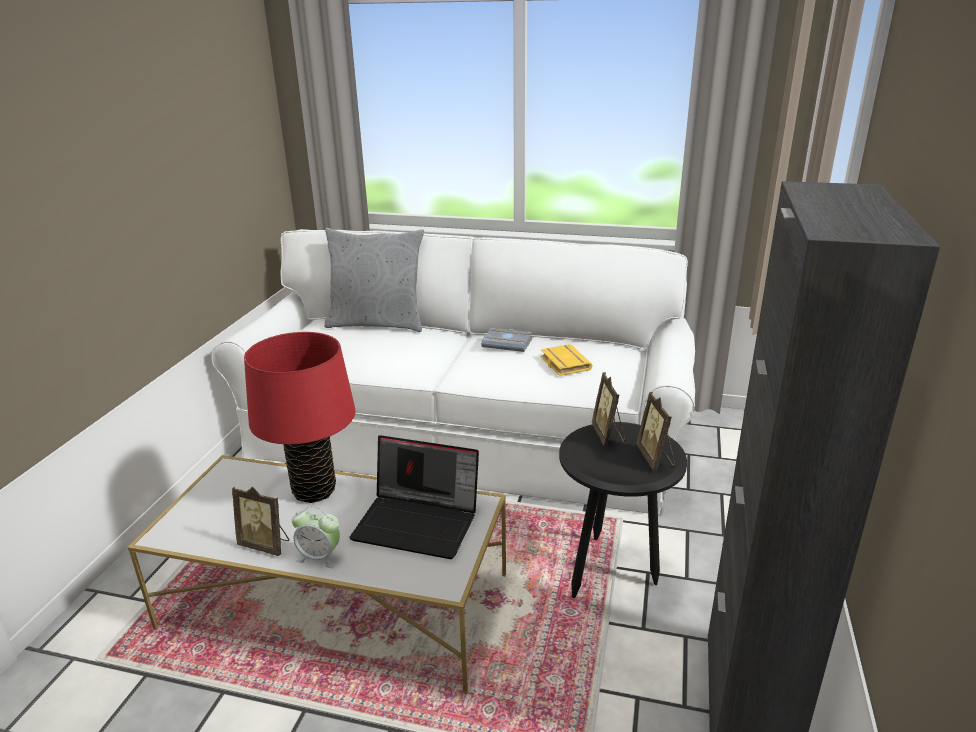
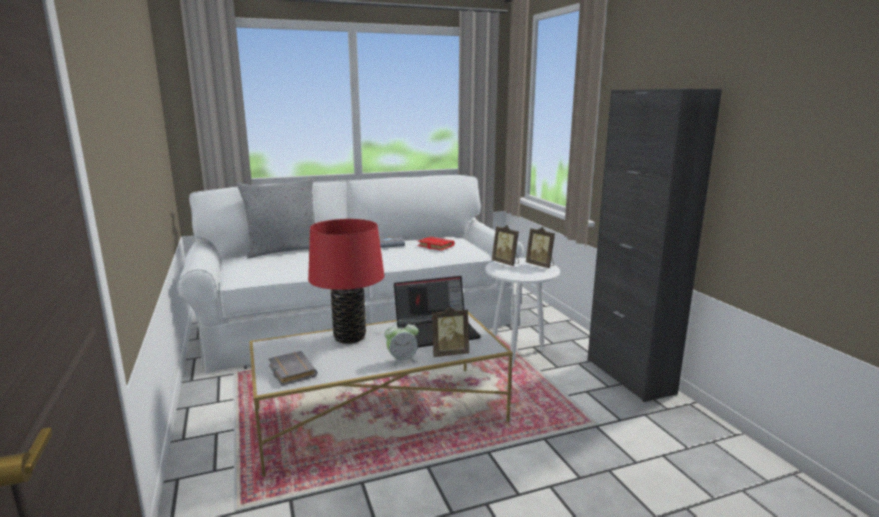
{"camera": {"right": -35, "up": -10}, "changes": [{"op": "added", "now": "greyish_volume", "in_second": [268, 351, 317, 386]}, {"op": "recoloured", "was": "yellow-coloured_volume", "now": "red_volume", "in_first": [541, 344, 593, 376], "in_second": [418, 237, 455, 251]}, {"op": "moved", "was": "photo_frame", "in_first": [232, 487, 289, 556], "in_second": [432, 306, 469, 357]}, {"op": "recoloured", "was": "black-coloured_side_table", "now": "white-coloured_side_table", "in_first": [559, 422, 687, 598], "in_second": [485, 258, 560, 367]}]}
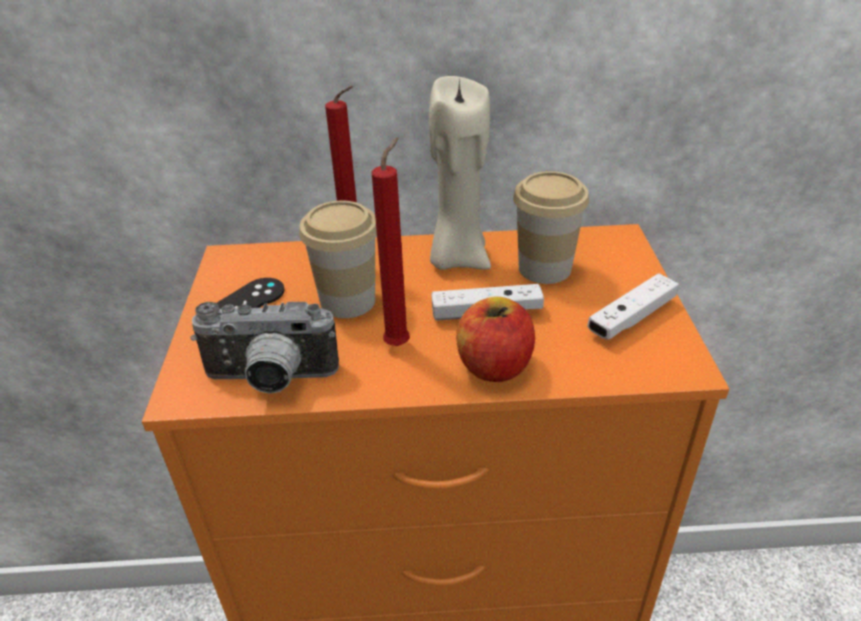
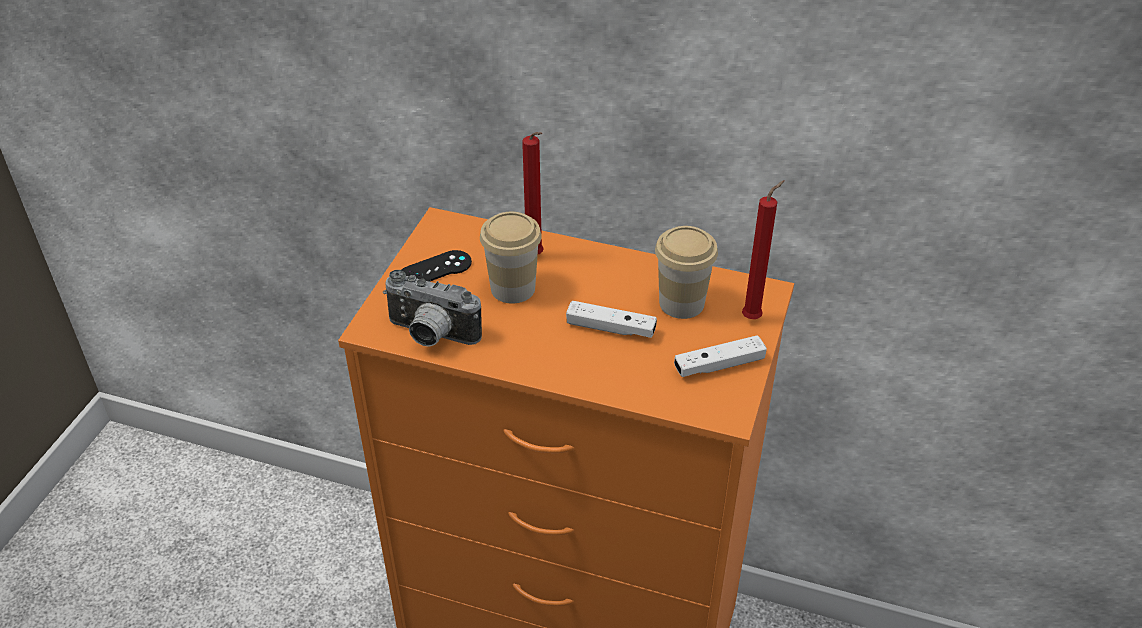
{"camera": {"right": 20, "up": 5}, "changes": [{"op": "moved", "was": "red_wax_candle", "in_first": [371, 137, 410, 346], "in_second": [742, 180, 785, 319]}, {"op": "removed", "was": "beige-coloured_wax_candle", "in_first": [429, 76, 491, 270]}, {"op": "removed", "was": "apple", "in_first": [456, 297, 535, 382]}]}
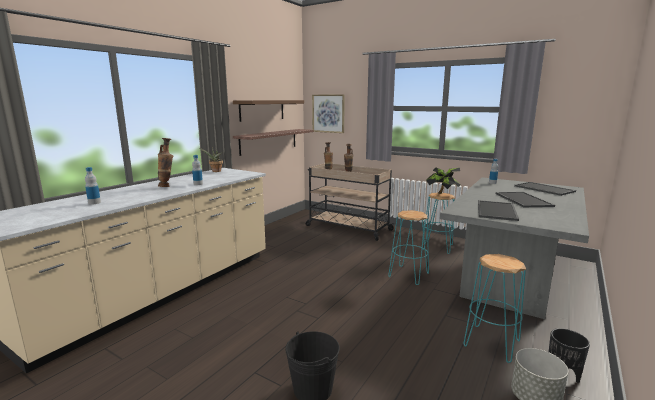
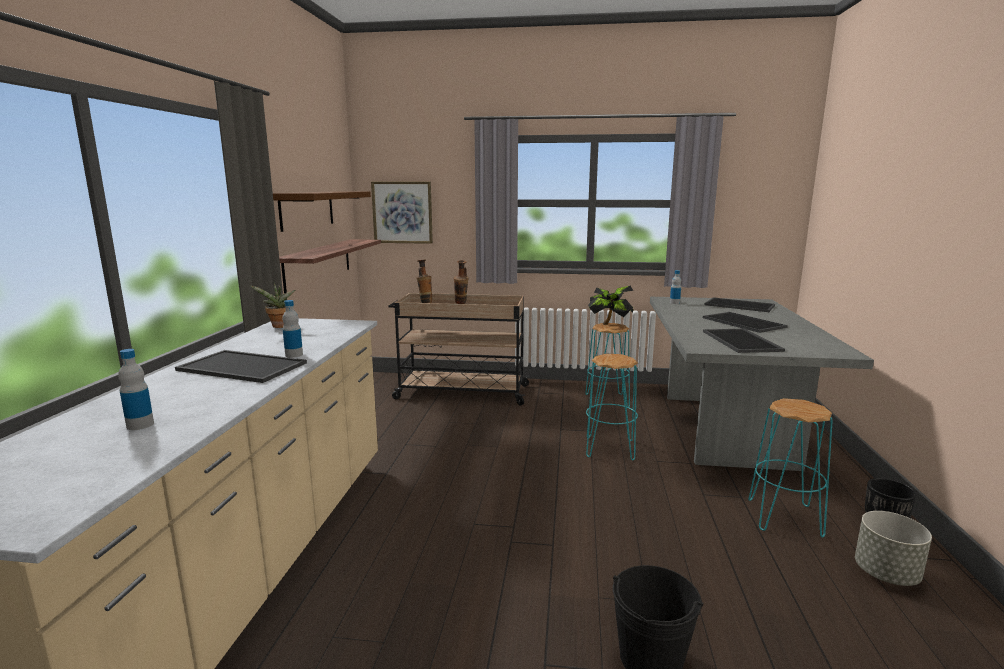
{"camera": {"right": -25, "up": 0}, "changes": [{"op": "replaced", "was": "decorative_vase", "now": "tray", "in_first": [158, 138, 173, 187], "in_second": [175, 350, 307, 383]}]}
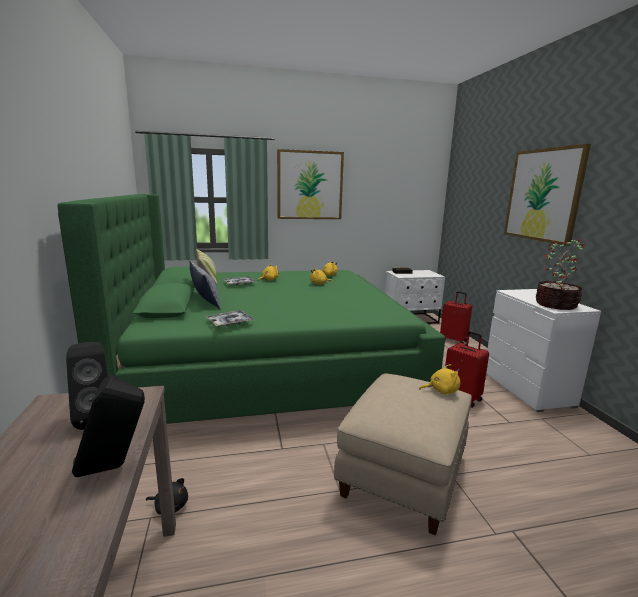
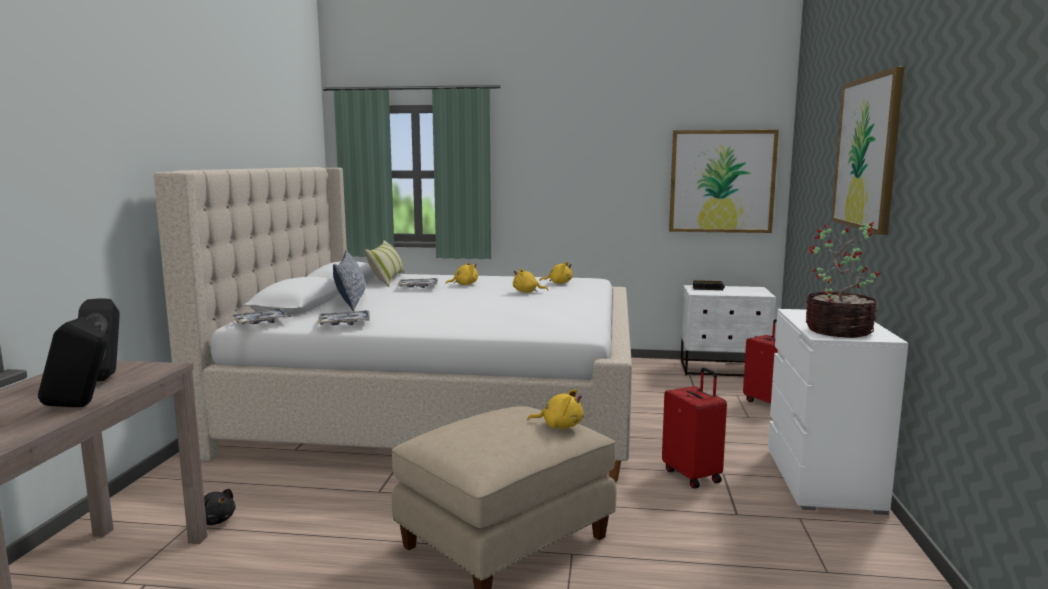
{"camera": {"right": 20, "up": -5}, "changes": [{"op": "recoloured", "was": "greenish_sleeping_bed", "now": "beige-coloured_sleeping_bed", "in_first": [57, 194, 445, 424], "in_second": [154, 167, 632, 482]}, {"op": "added", "now": "tray", "in_second": [232, 308, 292, 324]}, {"op": "moved", "was": "wall_art", "in_first": [277, 149, 344, 219], "in_second": [669, 130, 779, 233]}]}
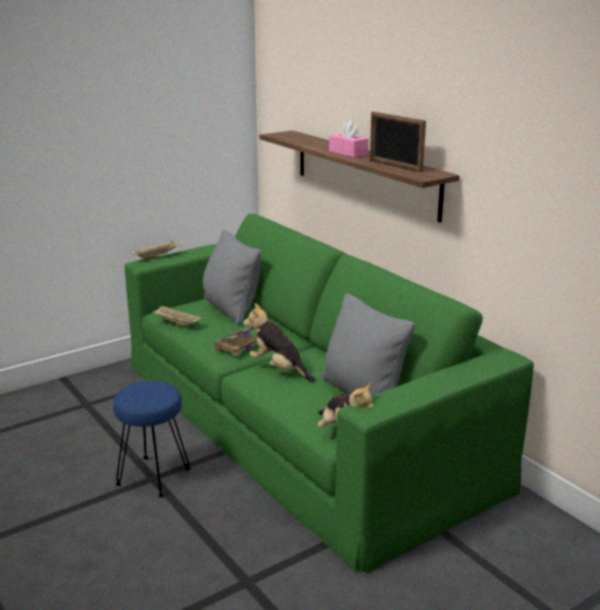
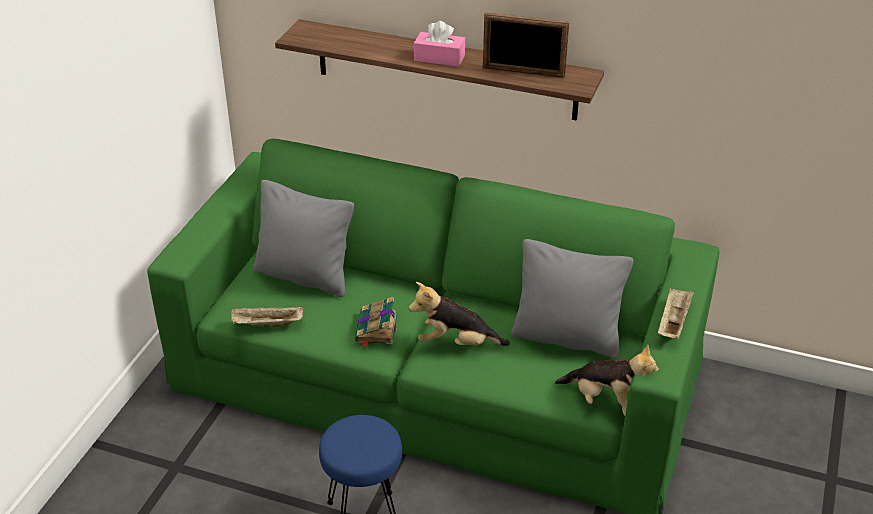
{"camera": {"right": -35, "up": 15}, "changes": [{"op": "moved", "was": "beige-coloured_tray", "in_first": [130, 240, 181, 259], "in_second": [658, 287, 694, 339]}]}
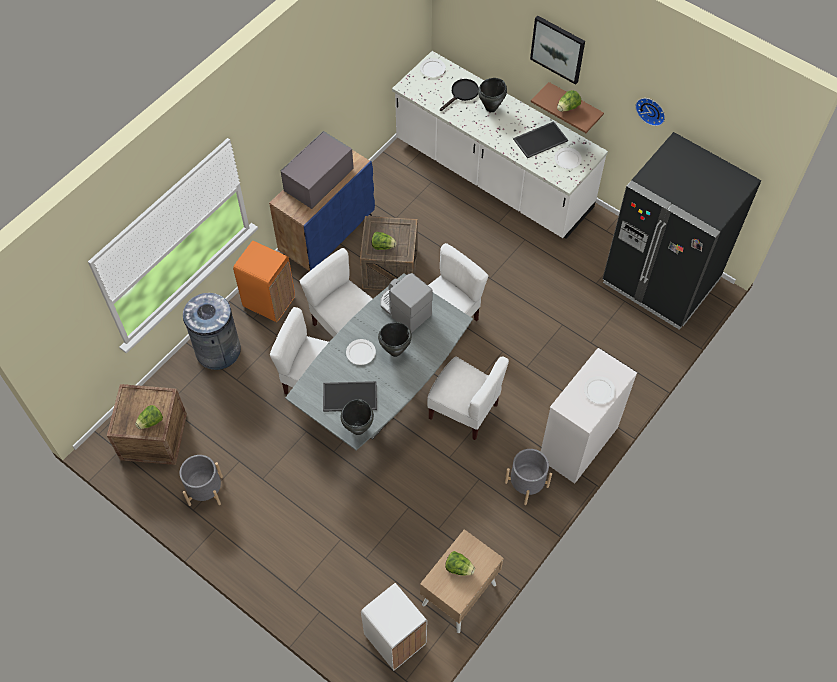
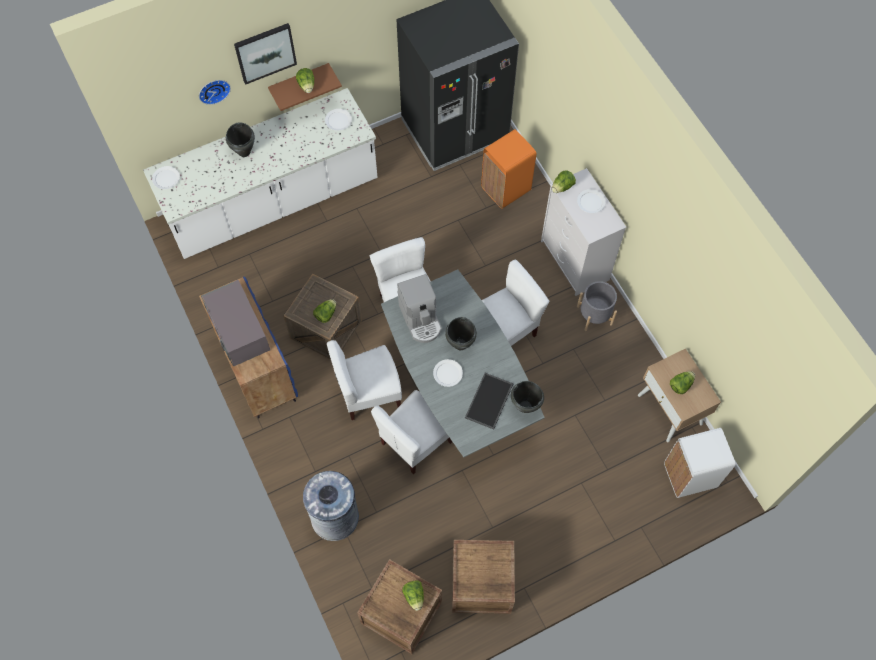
{"camera": {"right": -65, "up": 5}, "changes": [{"op": "moved", "was": "wall_clock", "in_first": [635, 98, 665, 126], "in_second": [199, 80, 231, 105]}, {"op": "turned", "was": "coffee_machine", "in_first": [380, 273, 433, 333], "in_second": [397, 274, 442, 343], "clockwise": -90}, {"op": "replaced", "was": "greyish_flower_pot", "now": "shipping_crate", "in_first": [180, 455, 223, 506], "in_second": [452, 540, 515, 614]}, {"op": "moved", "was": "orange-coloured_rubbish_bin", "in_first": [233, 241, 295, 322], "in_second": [481, 129, 536, 209]}, {"op": "added", "now": "head_of_lettuce", "in_second": [552, 170, 576, 193]}, {"op": "removed", "was": "black-coloured_frying_pan", "in_first": [440, 79, 479, 111]}, {"op": "removed", "was": "tray", "in_first": [513, 121, 568, 158]}]}
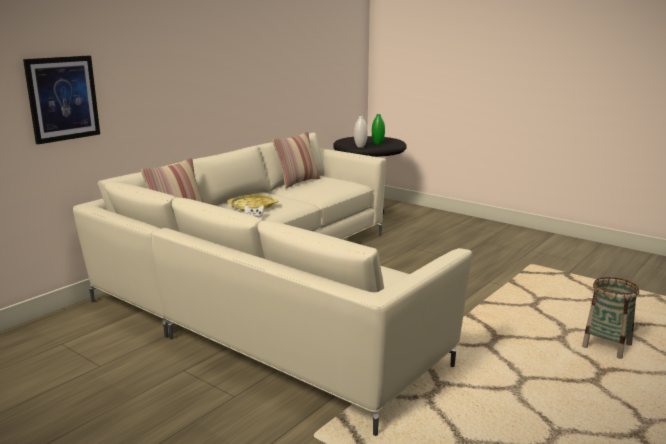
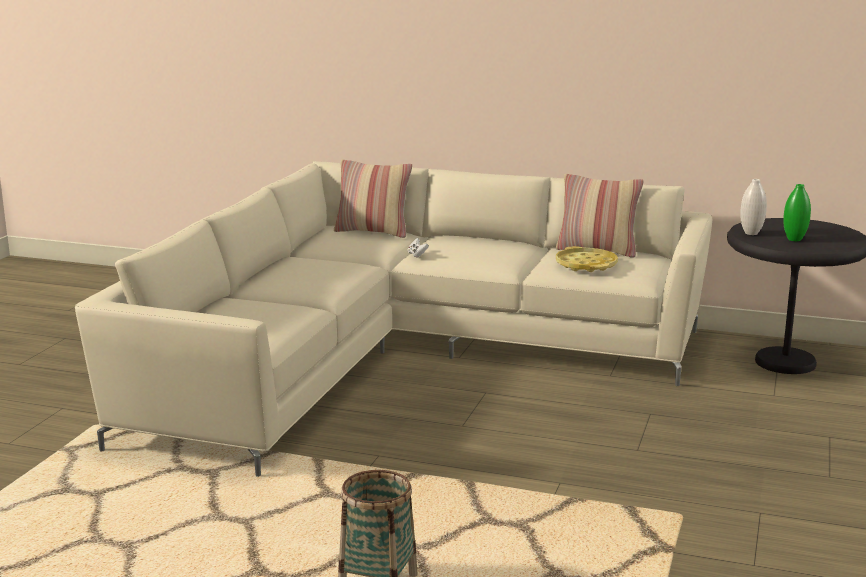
{"camera": {"right": 70, "up": 0}, "changes": [{"op": "moved", "was": "yellow-coloured_tray", "in_first": [227, 195, 279, 211], "in_second": [556, 246, 618, 272]}, {"op": "removed", "was": "wall_art", "in_first": [23, 56, 100, 144]}]}
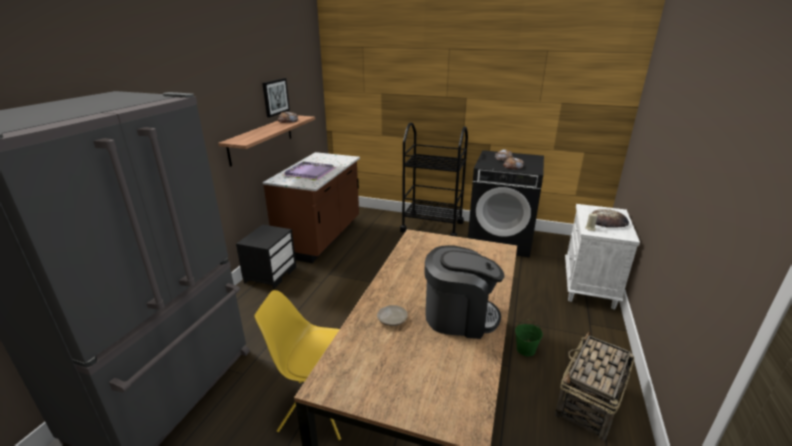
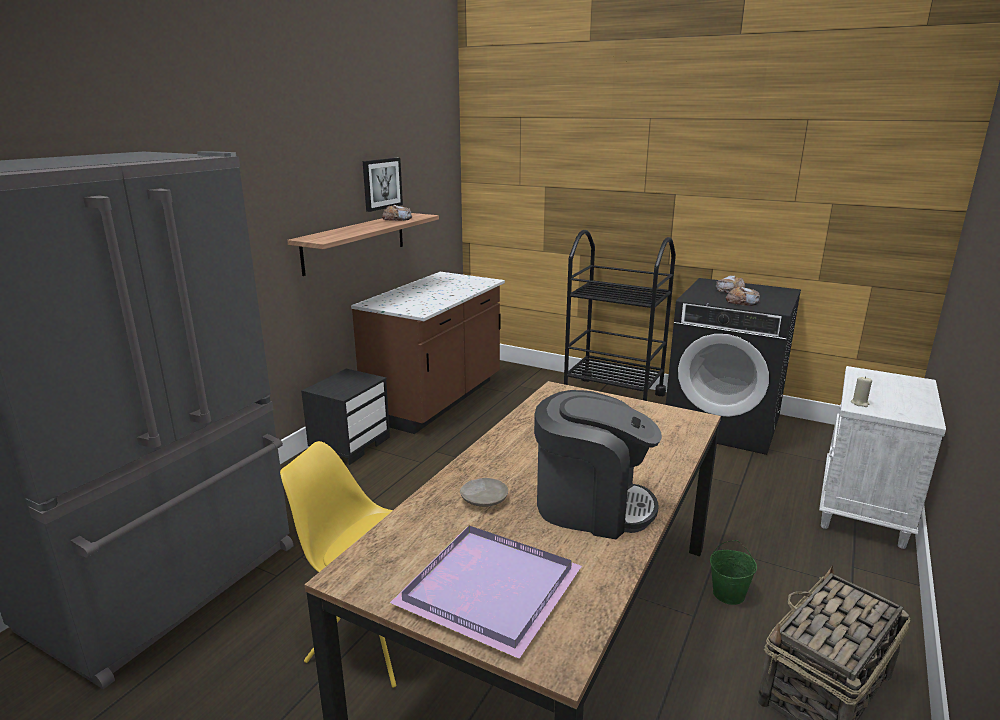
{"camera": {"right": 10, "up": -5}, "changes": [{"op": "moved", "was": "purplish_tray", "in_first": [283, 162, 336, 180], "in_second": [390, 526, 582, 659]}, {"op": "removed", "was": "baked_bread", "in_first": [592, 209, 629, 228]}]}
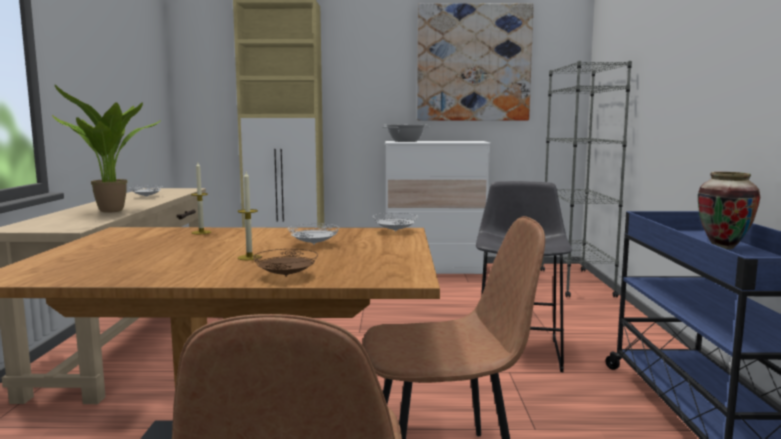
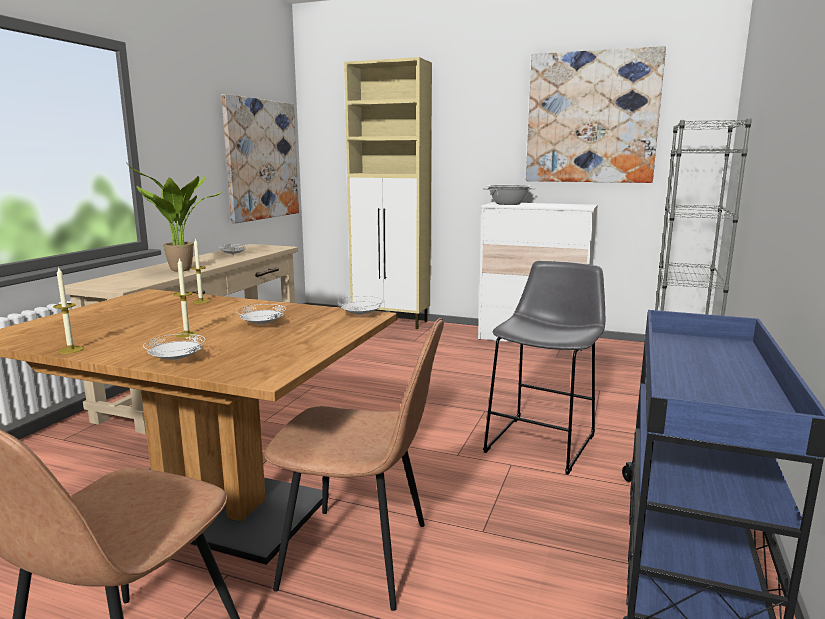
{"camera": {"right": 20, "up": 5}, "changes": [{"op": "added", "now": "wax_candle", "in_second": [53, 266, 84, 354]}, {"op": "recoloured", "was": "brown_flat_dish", "now": "white-coloured_flat_dish", "in_first": [253, 249, 318, 277], "in_second": [143, 334, 205, 361]}, {"op": "added", "now": "wall_art", "in_second": [222, 94, 299, 223]}, {"op": "removed", "was": "decorative_vase", "in_first": [698, 172, 760, 249]}]}
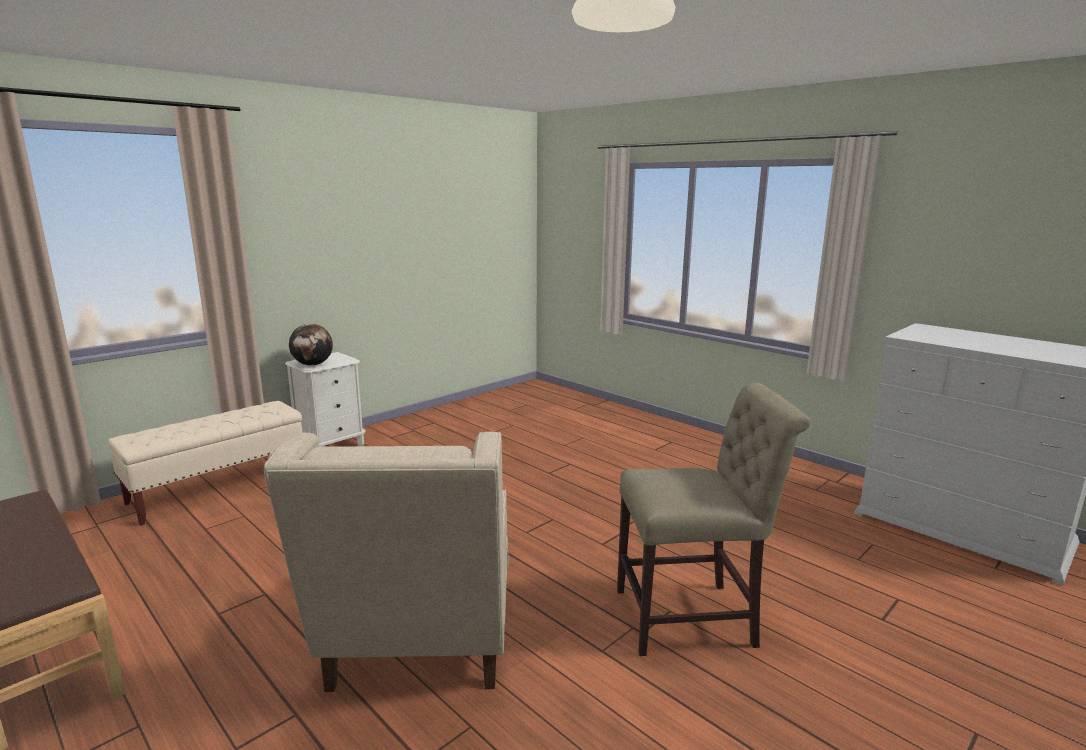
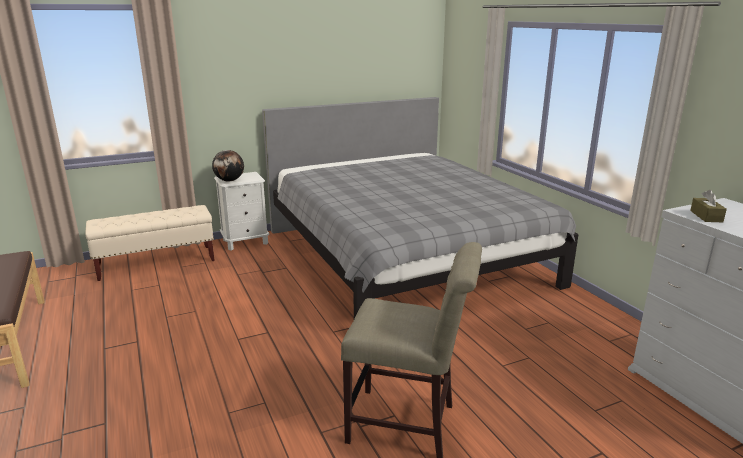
{"camera": {"right": 20, "up": 5}, "changes": [{"op": "added", "now": "greyish_sleeping_bed", "in_second": [262, 97, 579, 319]}, {"op": "added", "now": "brown_box_of_tissues", "in_second": [690, 190, 727, 222]}, {"op": "removed", "was": "beige-coloured_armchair", "in_first": [264, 432, 508, 692]}]}
